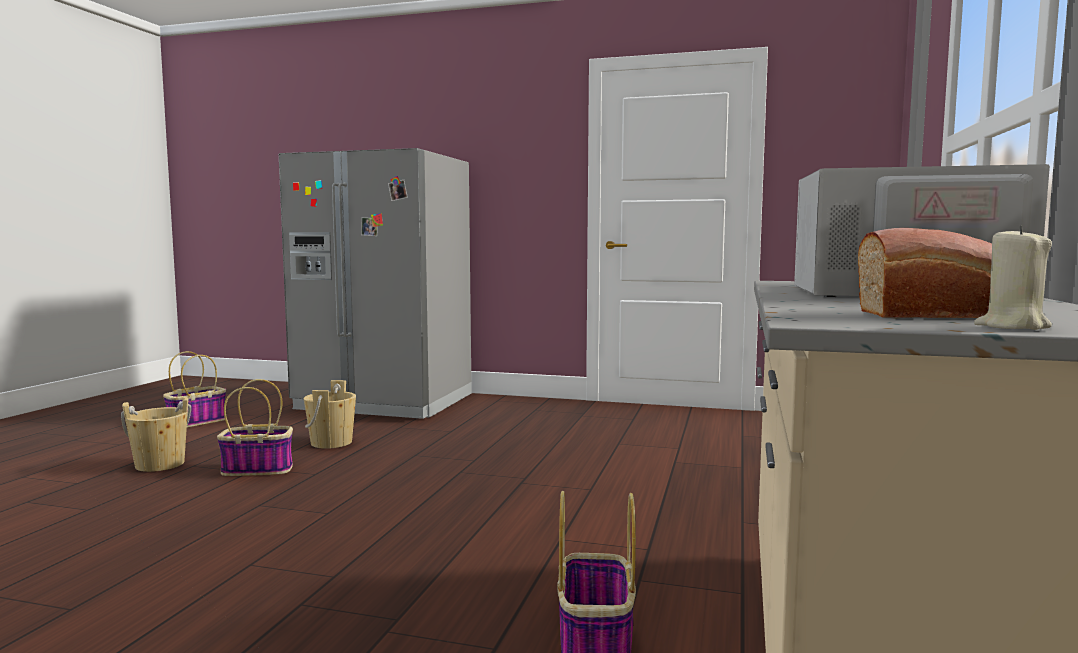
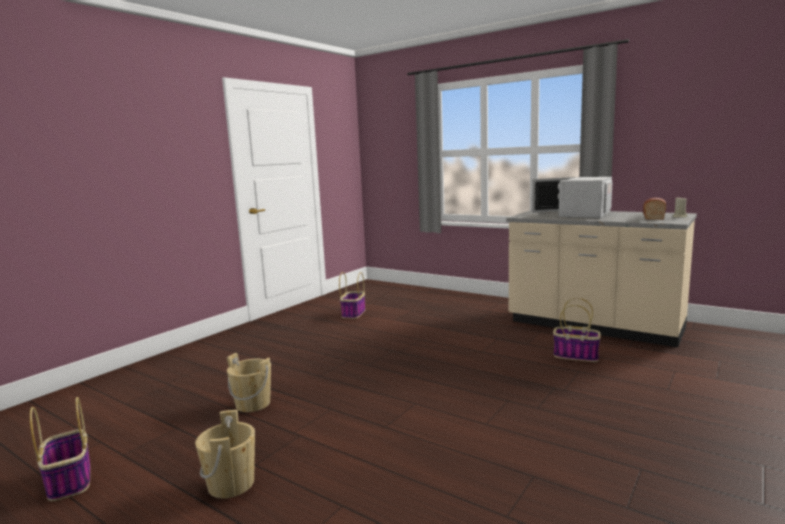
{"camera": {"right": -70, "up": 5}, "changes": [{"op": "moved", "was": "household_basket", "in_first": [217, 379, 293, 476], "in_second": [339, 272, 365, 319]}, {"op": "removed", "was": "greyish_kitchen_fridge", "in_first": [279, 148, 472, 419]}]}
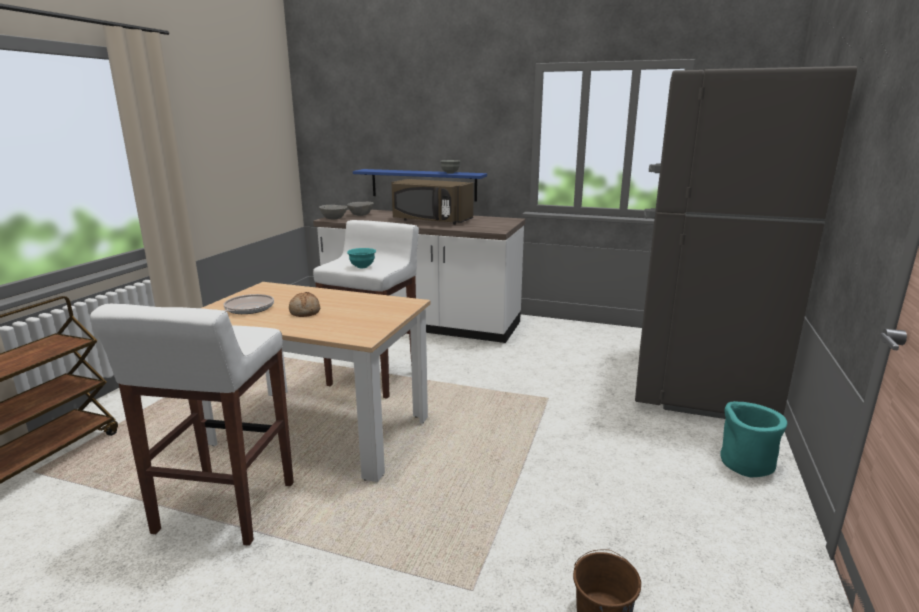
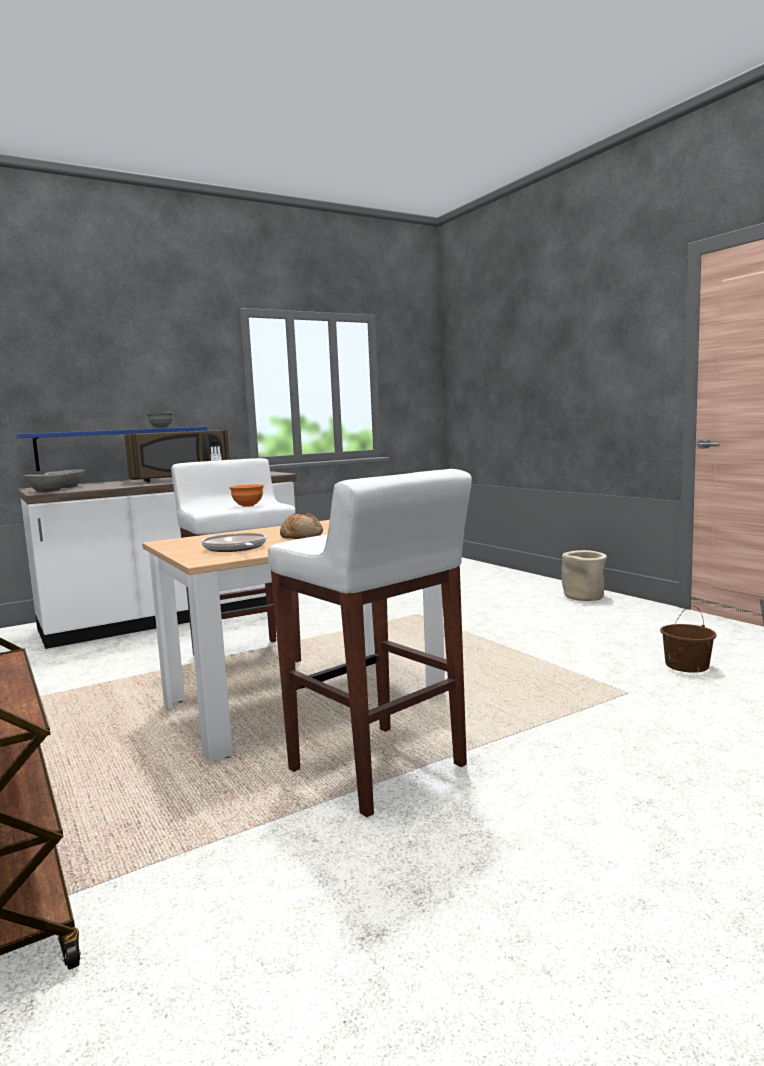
{"camera": {"right": -50, "up": -10}, "changes": [{"op": "recoloured", "was": "blue-green_deep_dish", "now": "orange-coloured_deep_dish", "in_first": [347, 248, 376, 268], "in_second": [229, 484, 264, 507]}, {"op": "recoloured", "was": "blue-green_flower_pot", "now": "beige-coloured_flower_pot", "in_first": [720, 401, 787, 477], "in_second": [561, 550, 607, 601]}, {"op": "removed", "was": "greyish_kitchen_fridge", "in_first": [635, 66, 857, 419]}]}
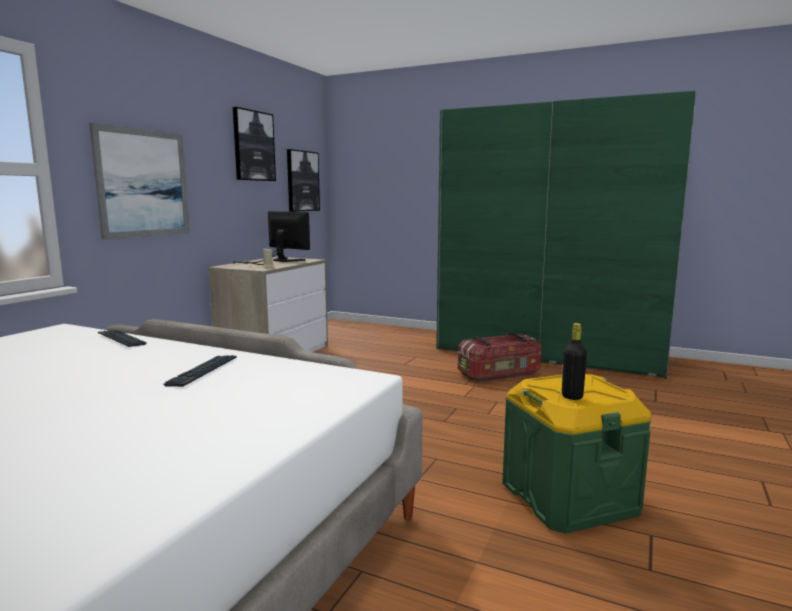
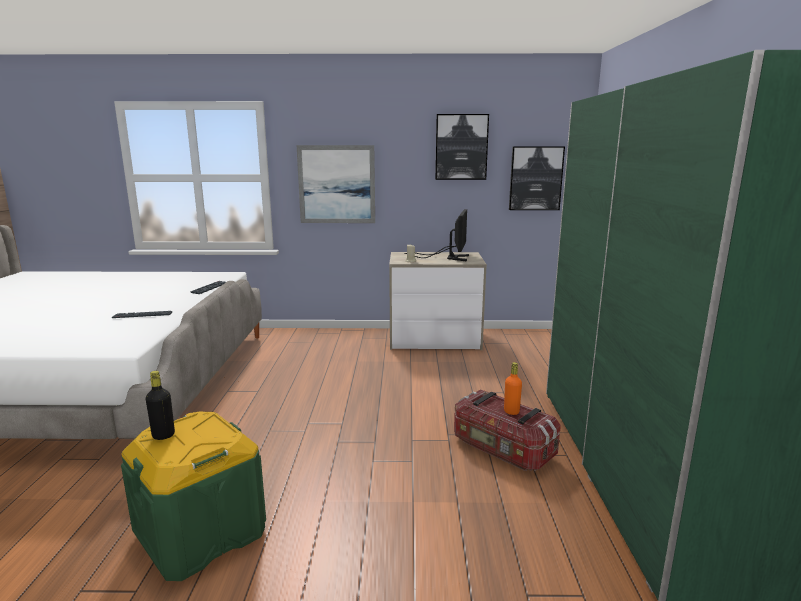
{"camera": {"right": 65, "up": 5}, "changes": [{"op": "added", "now": "orange-coloured_bottle", "in_second": [504, 362, 522, 415]}]}
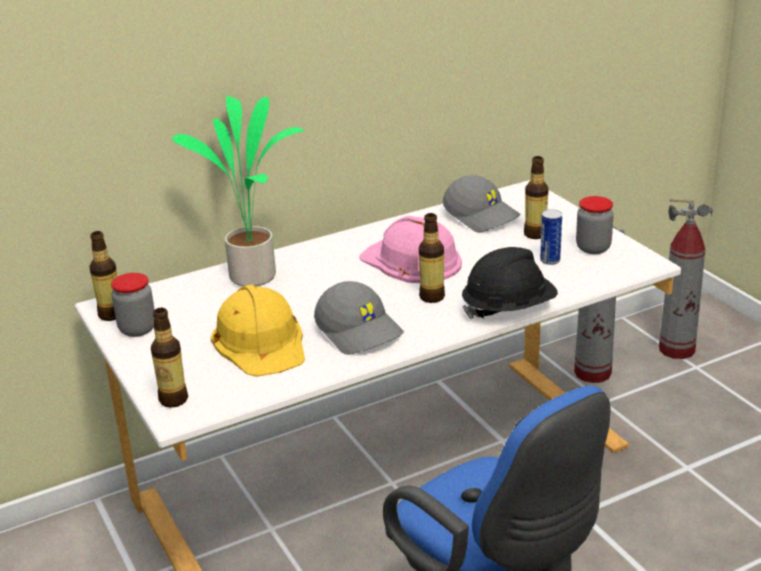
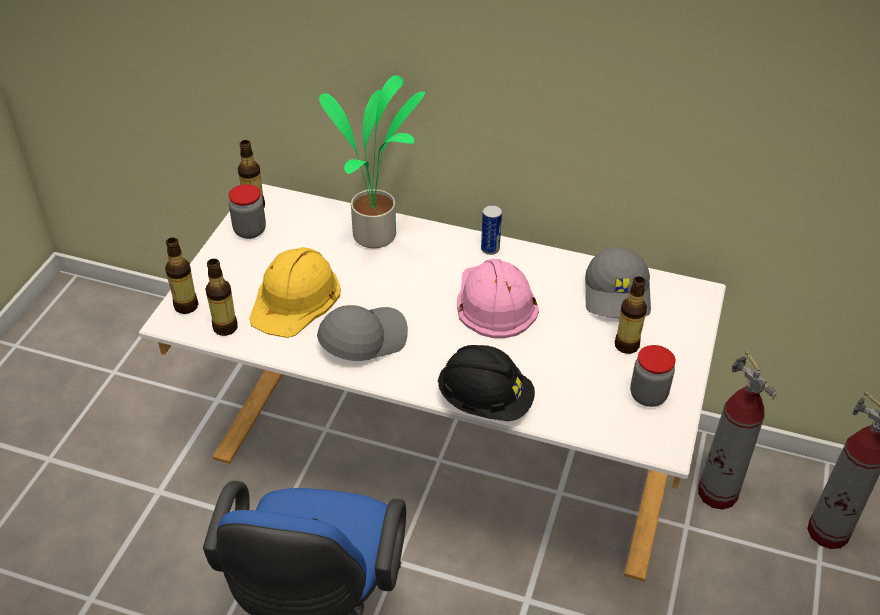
{"camera": {"right": 45, "up": 15}, "changes": [{"op": "moved", "was": "bottle", "in_first": [419, 213, 445, 303], "in_second": [205, 259, 238, 336]}, {"op": "turned", "was": "greyish_cap", "in_first": [314, 281, 404, 355], "in_second": [317, 305, 408, 361], "clockwise": -135}, {"op": "moved", "was": "sealed_can", "in_first": [540, 209, 562, 265], "in_second": [481, 205, 502, 255]}]}
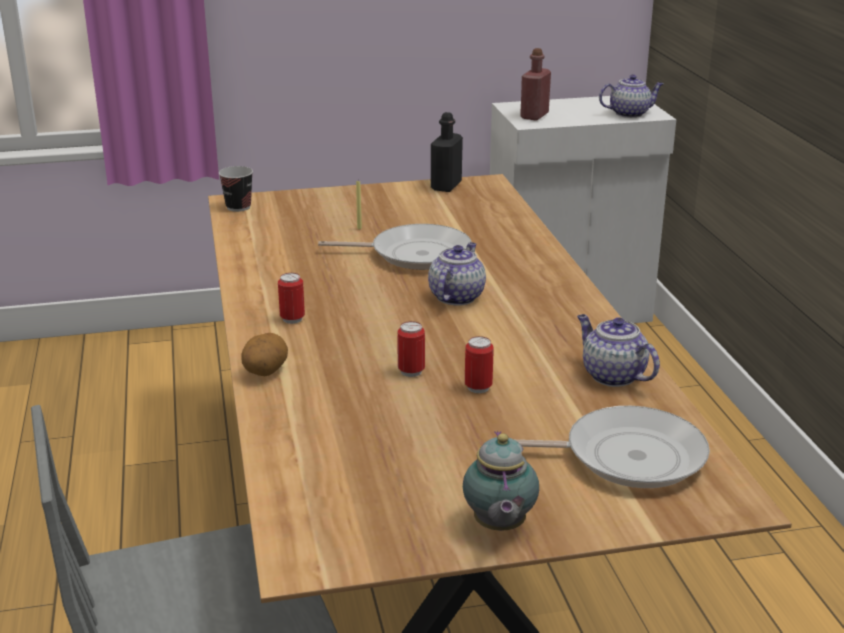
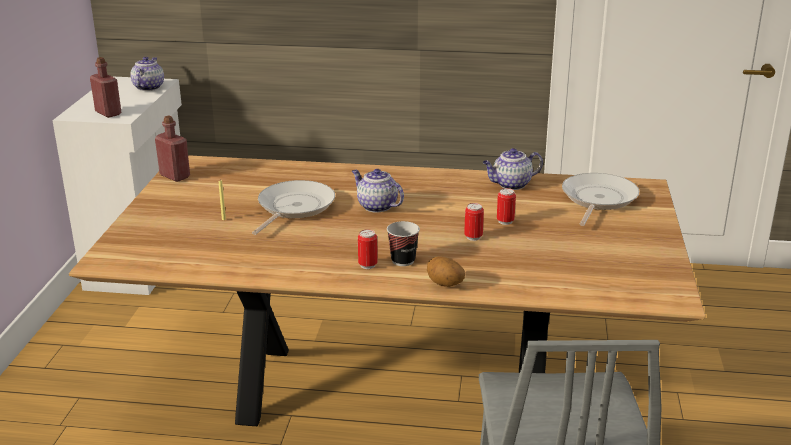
{"camera": {"right": -70, "up": 0}, "changes": [{"op": "recoloured", "was": "black-coloured_bottle", "now": "red_bottle", "in_first": [431, 112, 463, 192], "in_second": [155, 116, 190, 182]}, {"op": "moved", "was": "cup", "in_first": [219, 166, 253, 212], "in_second": [387, 221, 420, 266]}, {"op": "removed", "was": "pot_for_tea", "in_first": [463, 431, 539, 531]}]}
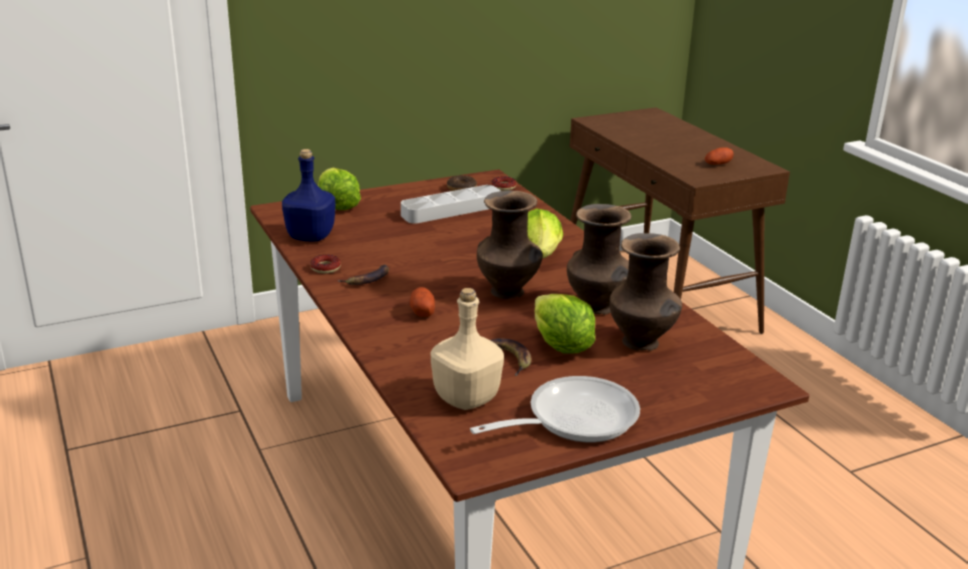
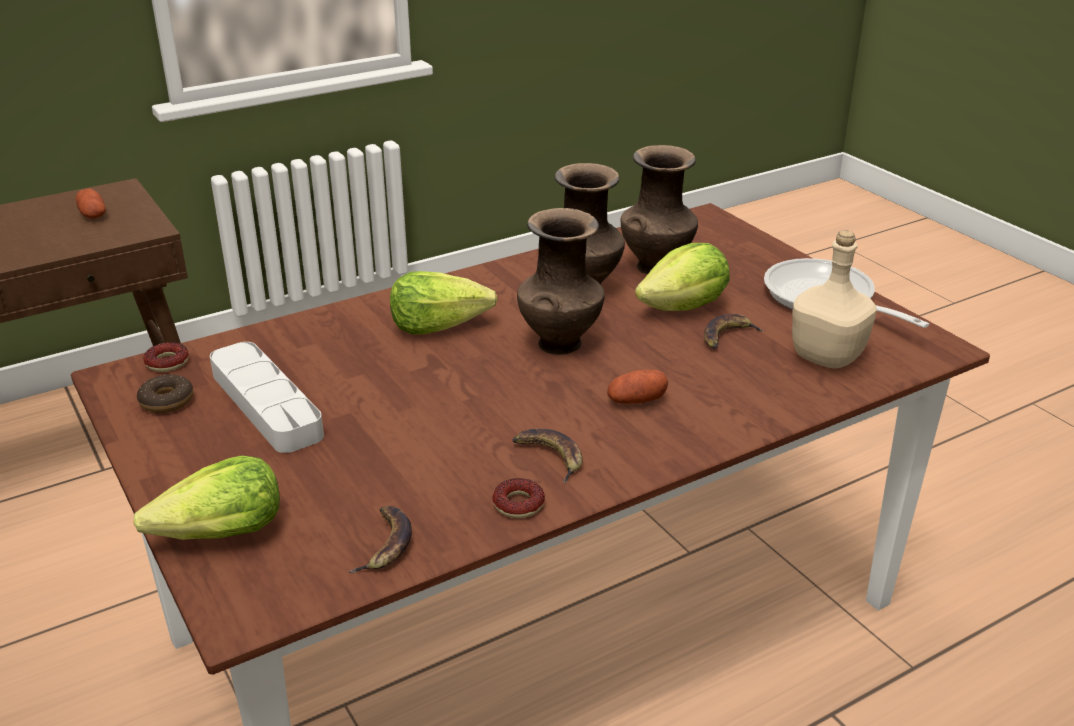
{"camera": {"right": -95, "up": 5}, "changes": [{"op": "replaced", "was": "blue-coloured_bottle", "now": "whole_banana", "in_first": [282, 149, 336, 241], "in_second": [349, 506, 412, 573]}]}
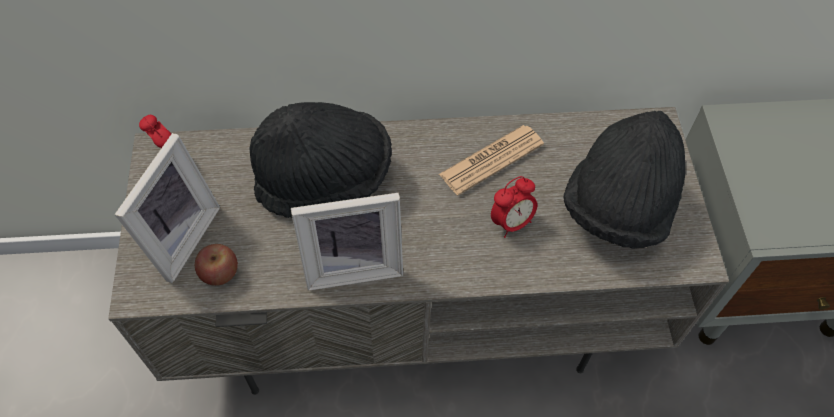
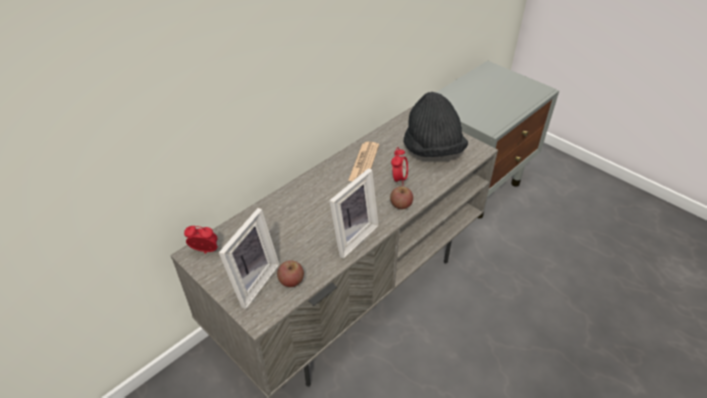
{"camera": {"right": -40, "up": -15}, "changes": [{"op": "turned", "was": "photo_frame", "in_first": [115, 133, 220, 283], "in_second": [219, 208, 280, 309], "clockwise": 45}, {"op": "added", "now": "apple", "in_second": [390, 186, 413, 209]}, {"op": "removed", "was": "black-coloured_wearable_hat", "in_first": [250, 102, 392, 218]}]}
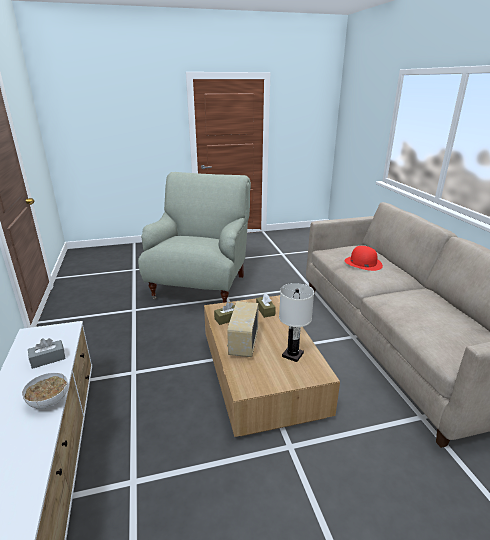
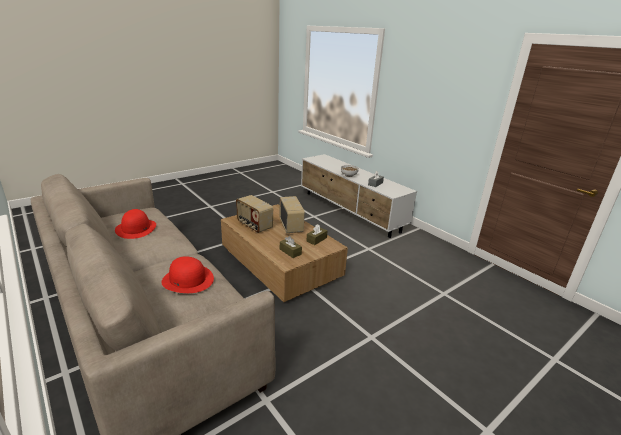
{"camera": {"right": 155, "up": 0}, "changes": [{"op": "added", "now": "red_wearable_hat", "in_second": [115, 209, 156, 239]}, {"op": "replaced", "was": "white-coloured_tabletop_lamp", "now": "radio", "in_first": [279, 283, 314, 362], "in_second": [236, 195, 273, 233]}, {"op": "removed", "was": "greyish_armchair", "in_first": [138, 172, 251, 303]}]}
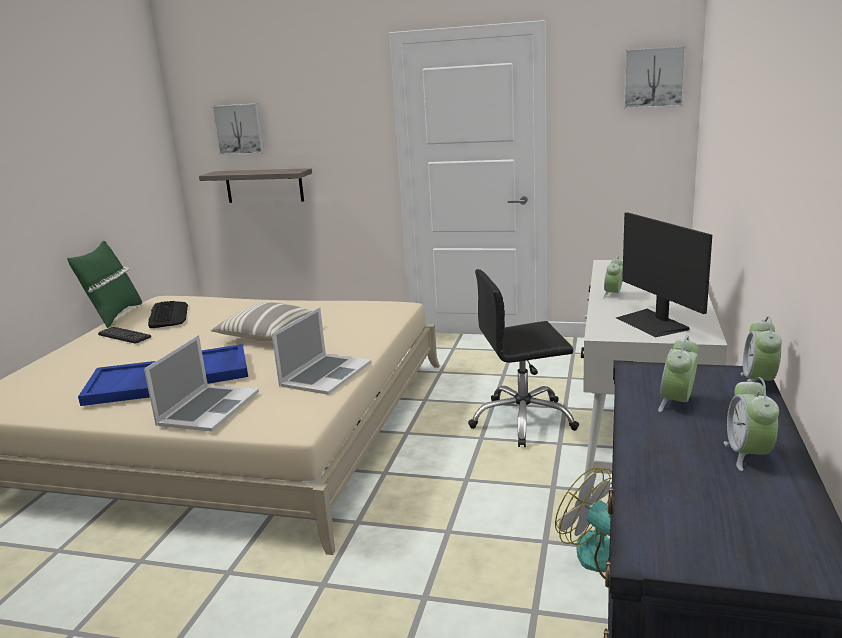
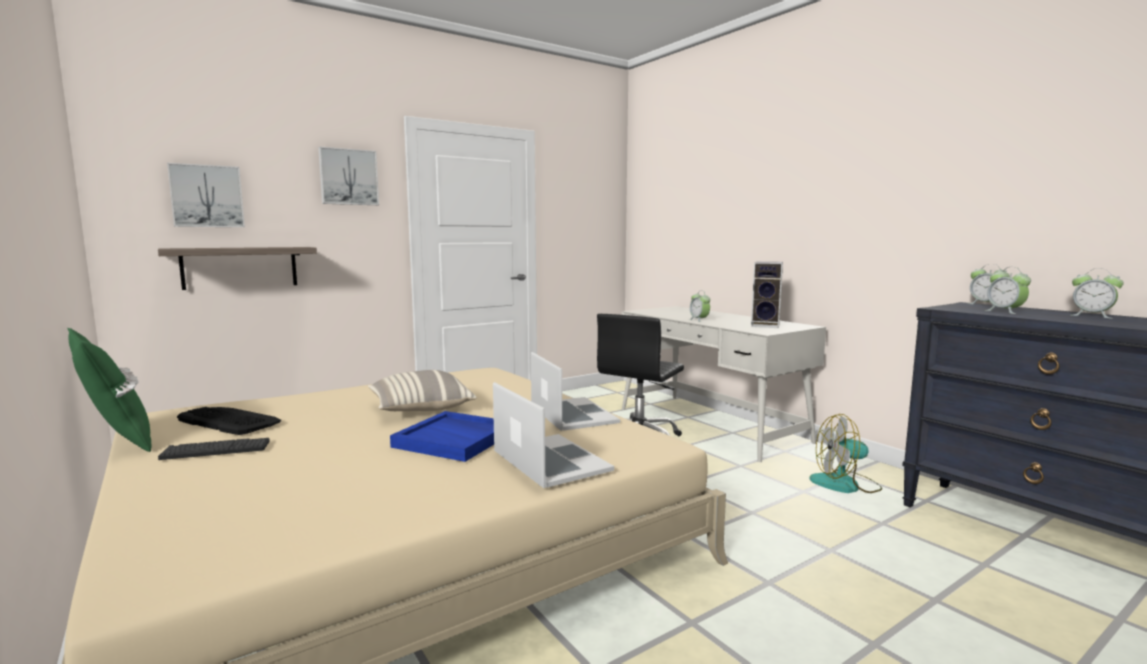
{"camera": {"right": -50, "up": -10}, "changes": [{"op": "moved", "was": "wall_art", "in_first": [624, 46, 686, 109], "in_second": [318, 147, 379, 205]}, {"op": "replaced", "was": "computer_display", "now": "loudspeaker", "in_first": [616, 212, 712, 337], "in_second": [751, 261, 783, 328]}, {"op": "removed", "was": "blue-coloured_tray", "in_first": [78, 361, 156, 406]}]}
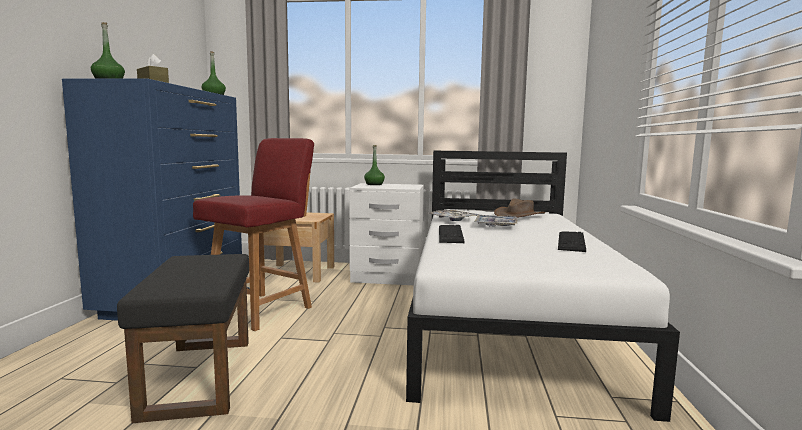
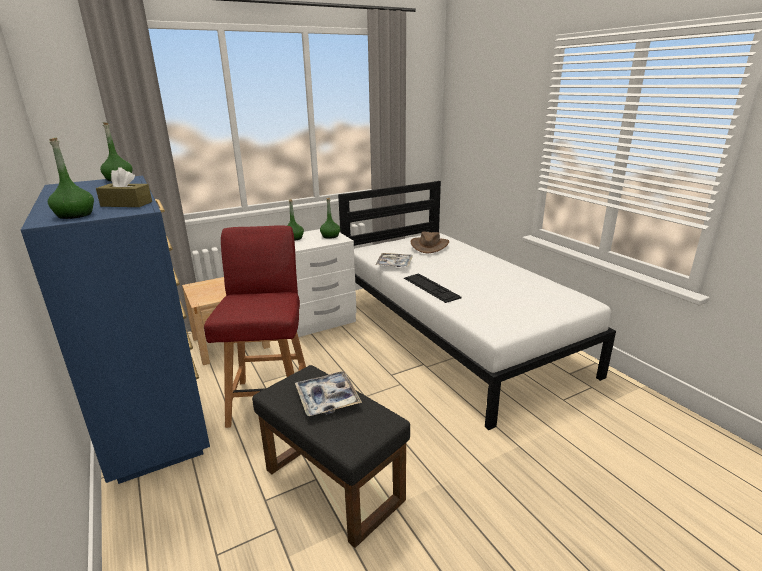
{"camera": {"right": -35, "up": 15}, "changes": [{"op": "moved", "was": "tray", "in_first": [474, 215, 518, 226], "in_second": [295, 371, 362, 416]}, {"op": "added", "now": "greenish_bottle", "in_second": [320, 198, 340, 239]}, {"op": "removed", "was": "keyboard", "in_first": [558, 231, 586, 252]}]}
